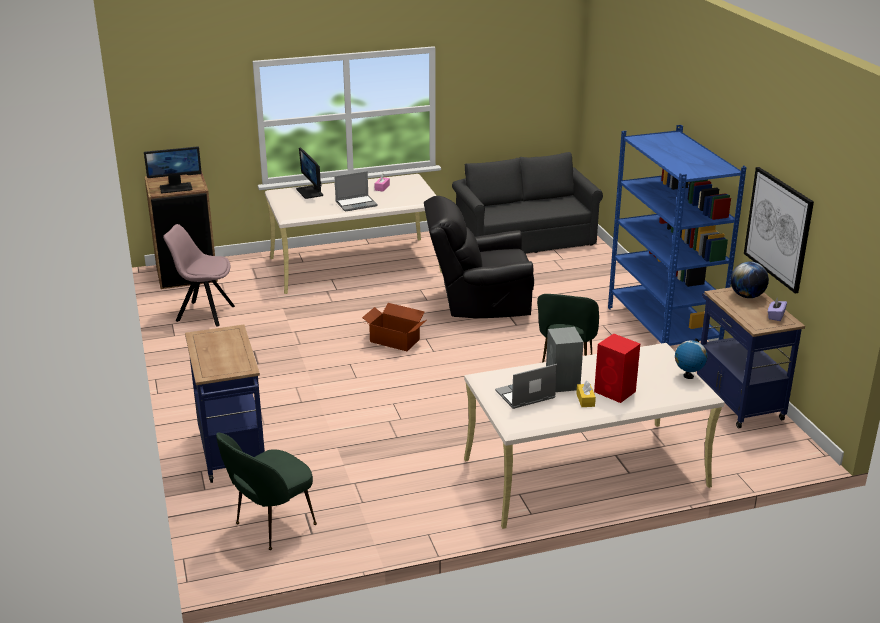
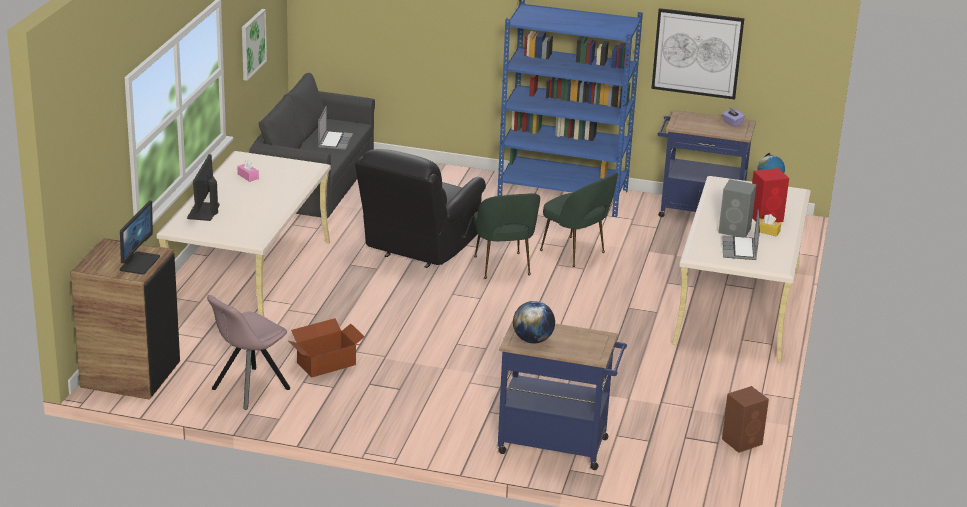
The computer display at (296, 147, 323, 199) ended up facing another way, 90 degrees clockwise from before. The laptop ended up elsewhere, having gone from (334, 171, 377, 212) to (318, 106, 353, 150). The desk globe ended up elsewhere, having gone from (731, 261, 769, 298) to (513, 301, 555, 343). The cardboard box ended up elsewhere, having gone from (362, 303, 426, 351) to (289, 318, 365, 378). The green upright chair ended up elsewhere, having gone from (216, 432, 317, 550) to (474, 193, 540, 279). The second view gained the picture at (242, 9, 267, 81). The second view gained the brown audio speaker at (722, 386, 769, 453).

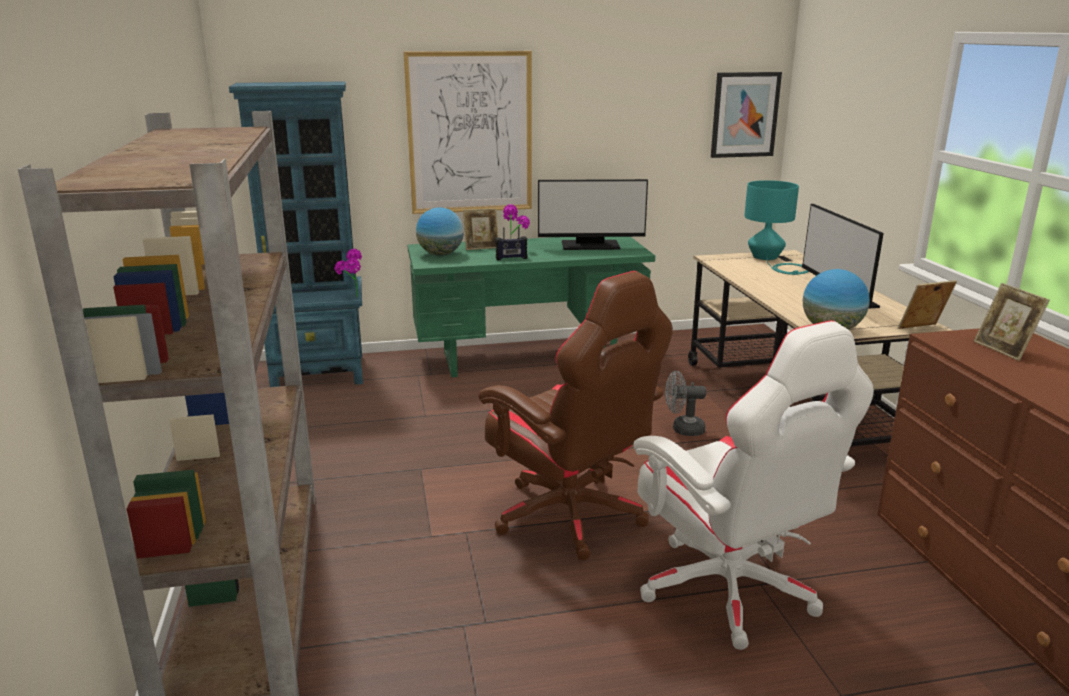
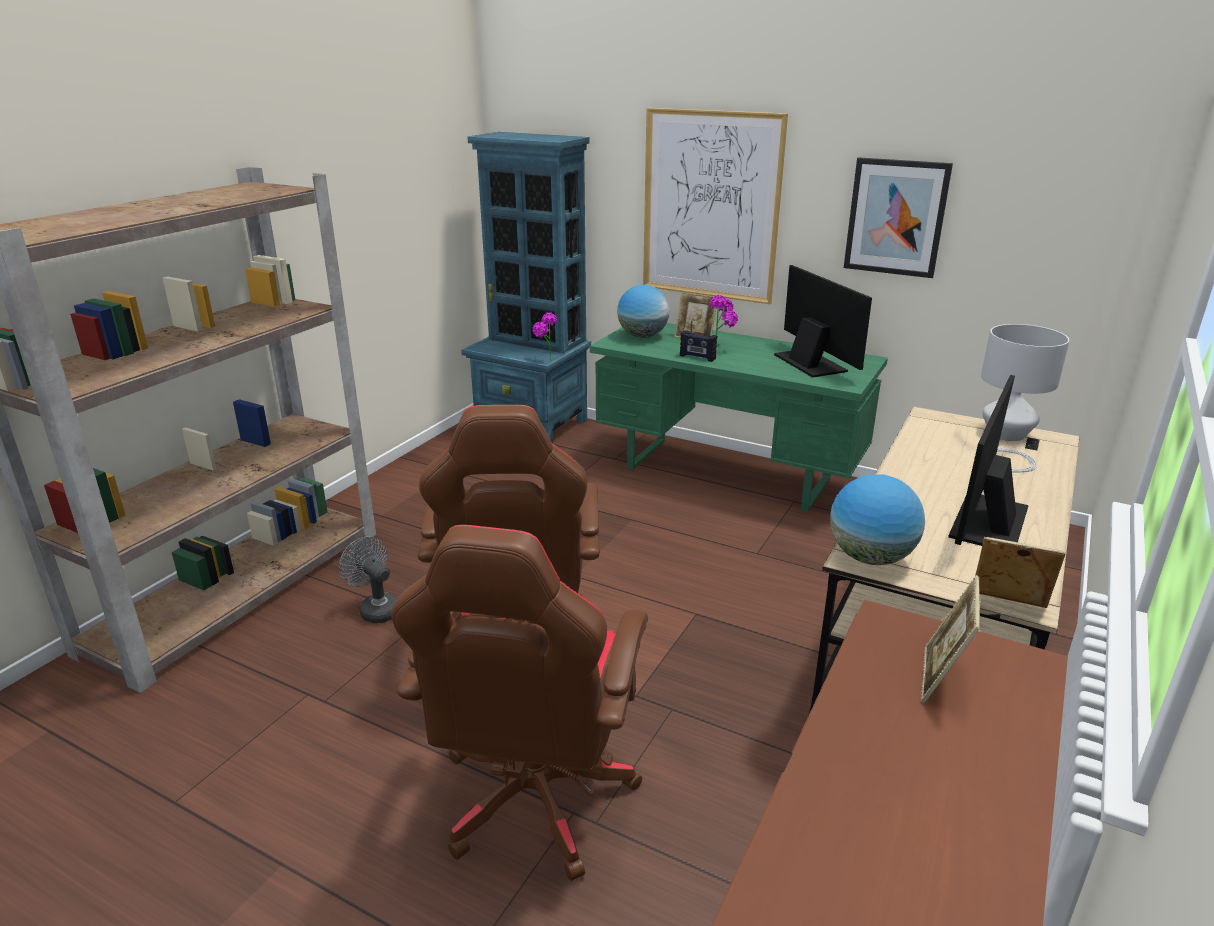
The picture ended up elsewhere, having gone from (711, 72, 782, 158) to (844, 157, 953, 278). The computer display at (538, 179, 648, 250) ended up facing another way, 150 degrees counterclockwise from before. What was the turquoise tabletop lamp at (744, 180, 809, 275) turned into the gray tabletop lamp at (981, 324, 1070, 472). What was the white-coloured computer chair at (633, 321, 874, 650) turned into the brown computer chair at (391, 525, 648, 881). The gray cooling fan ended up elsewhere, having gone from (665, 371, 706, 436) to (339, 536, 397, 623).

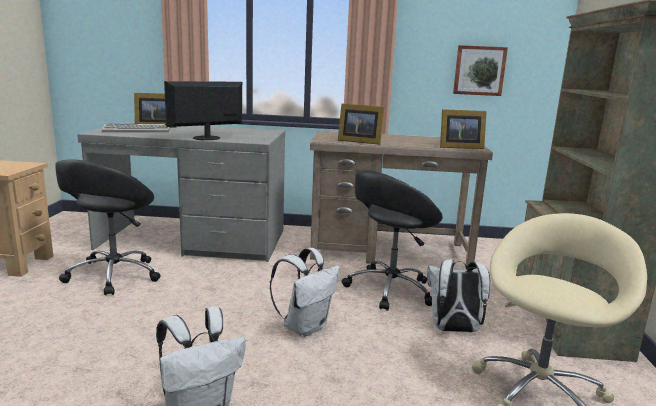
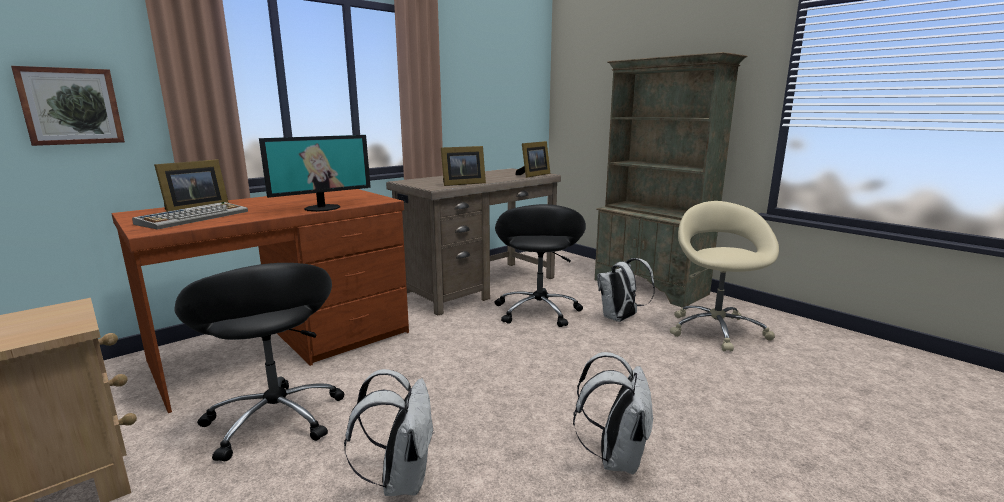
The picture ended up elsewhere, having gone from (453, 45, 508, 96) to (11, 66, 125, 146). The computer display at (164, 81, 242, 140) ended up facing another way, 135 degrees counterclockwise from before. What was the gray desk unit at (77, 122, 285, 262) turned into the brown desk unit at (112, 189, 409, 413). The white-coloured rucksack ended up elsewhere, having gone from (270, 248, 340, 337) to (344, 369, 435, 496).

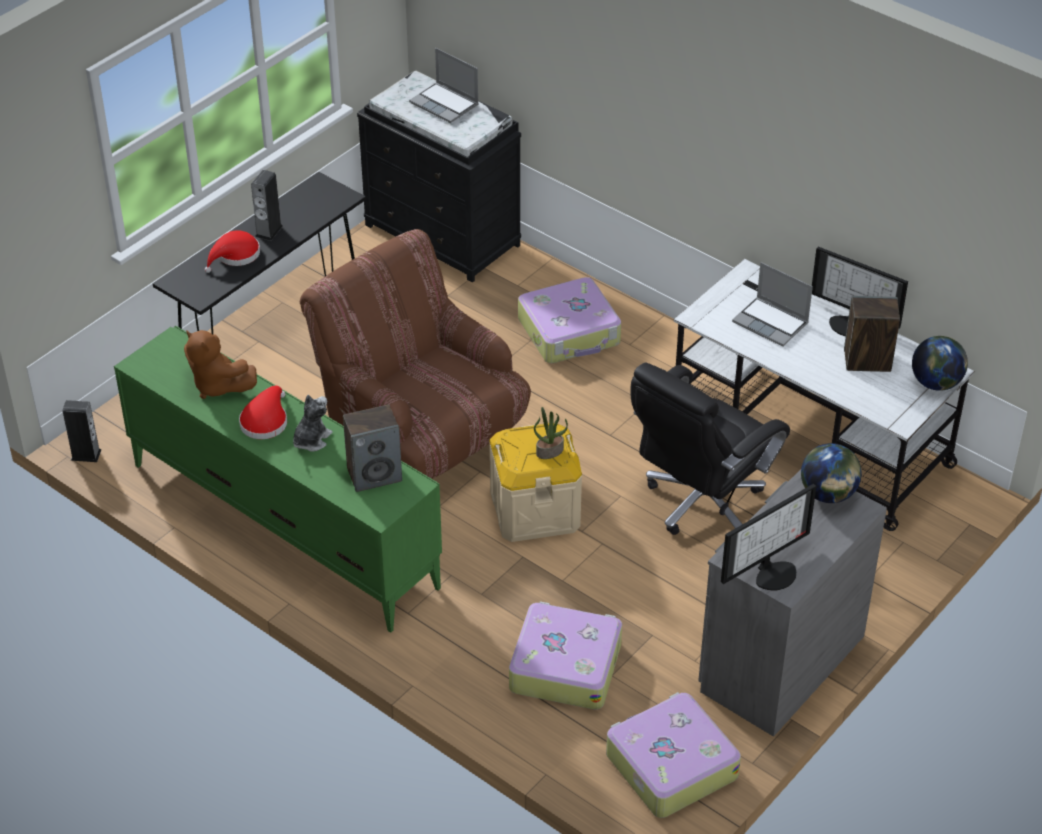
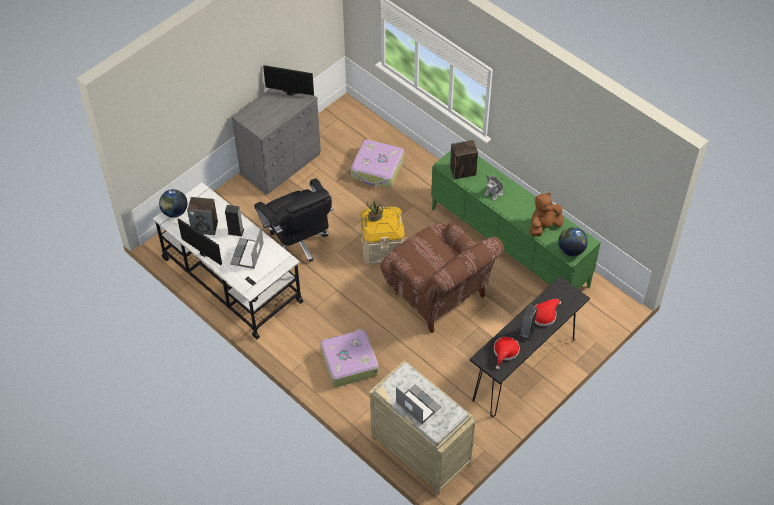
What was the black-coloured dresser at (357, 70, 521, 282) turned into the beige dresser at (369, 361, 476, 495). The laptop at (732, 262, 813, 347) ended up facing another way, 120 degrees counterclockwise from before. The brown plush toy at (184, 330, 257, 399) ended up facing another way, 75 degrees counterclockwise from before. The black-coloured computer chair at (630, 363, 790, 535) ended up facing another way, 105 degrees clockwise from before. The reddish clothing hat ended up elsewhere, having gone from (239, 386, 287, 439) to (494, 337, 520, 369). The audio speaker ended up elsewhere, having gone from (63, 400, 101, 462) to (225, 205, 244, 237). The desk globe ended up elsewhere, having gone from (801, 443, 862, 503) to (558, 227, 588, 256). The computer display at (721, 484, 816, 591) ended up facing another way, 45 degrees clockwise from before. The second view lost the travel case at (606, 692, 741, 818).

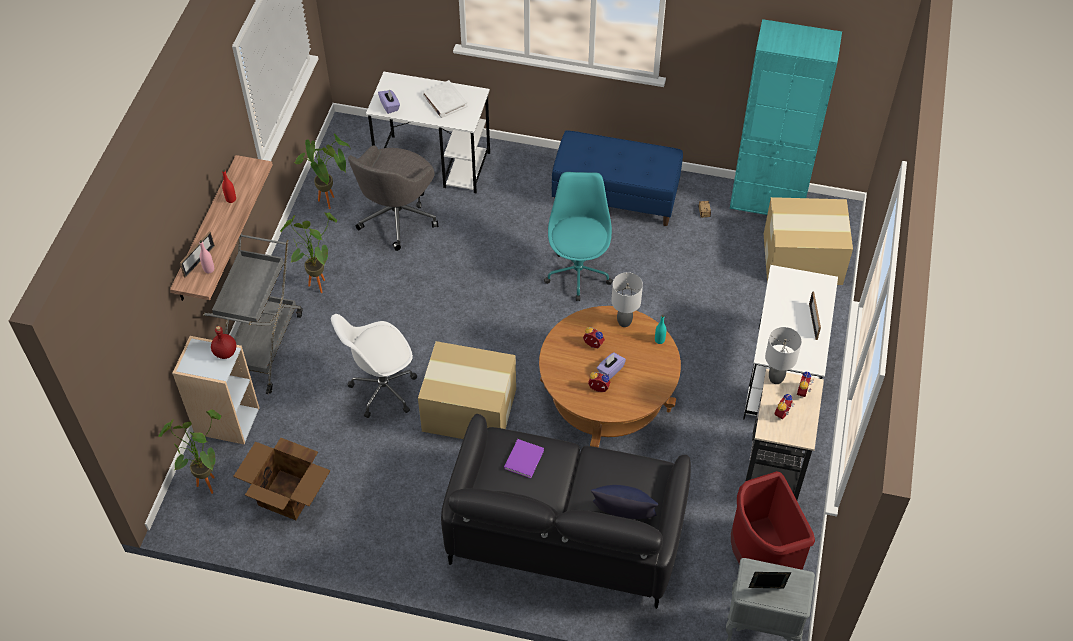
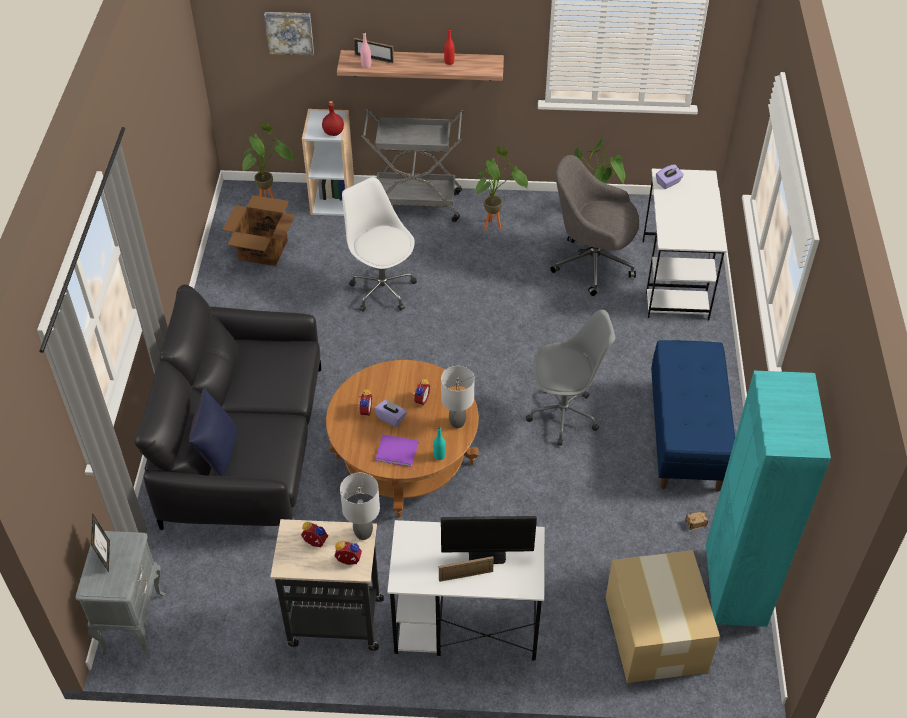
The second view lost the white-coloured bound book at (423, 80, 468, 118). What was the turquoise computer chair at (544, 172, 613, 301) turned into the gray computer chair at (526, 310, 615, 446). The second view lost the cardboard box at (418, 341, 516, 439). The purplish bound book ended up elsewhere, having gone from (504, 439, 544, 478) to (375, 434, 419, 467). The second view lost the reddish trash can at (731, 471, 815, 570). The second view gained the picture at (264, 12, 314, 56). The second view gained the computer display at (441, 516, 537, 564).

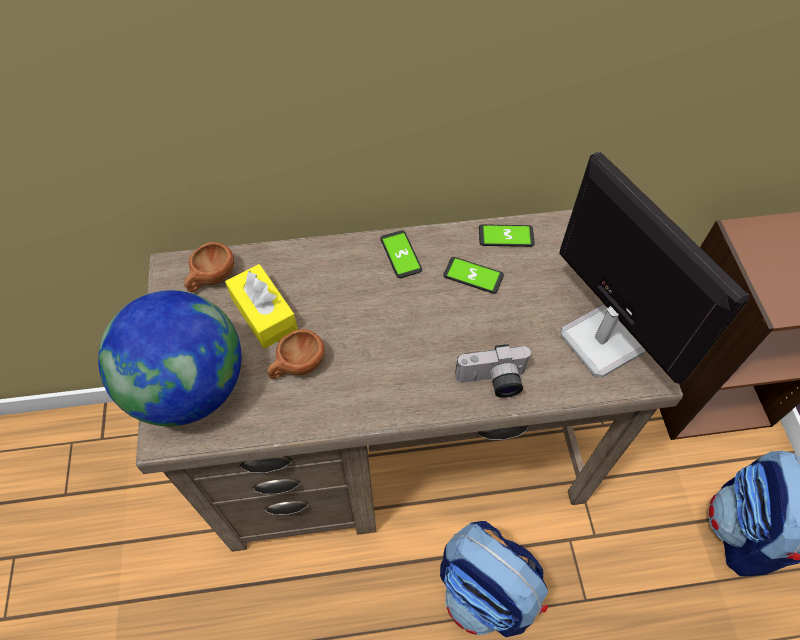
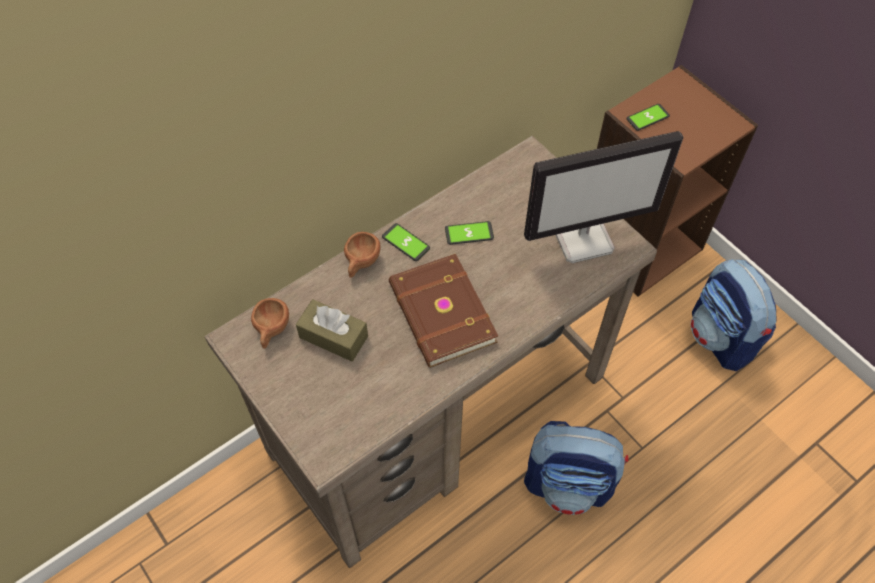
The computer display at (559, 152, 749, 384) ended up facing another way, 135 degrees clockwise from before. The handset ended up elsewhere, having gone from (479, 224, 535, 247) to (626, 104, 670, 131). What was the yellow-coloured box of tissues at (225, 264, 298, 349) turned into the brown box of tissues at (296, 299, 368, 361). The second view lost the desk globe at (98, 290, 241, 426). The brown small cup ended up elsewhere, having gone from (267, 329, 325, 379) to (344, 232, 381, 278). The second view lost the still camera at (455, 344, 532, 398). The second view gained the brown bound book at (389, 254, 498, 368).

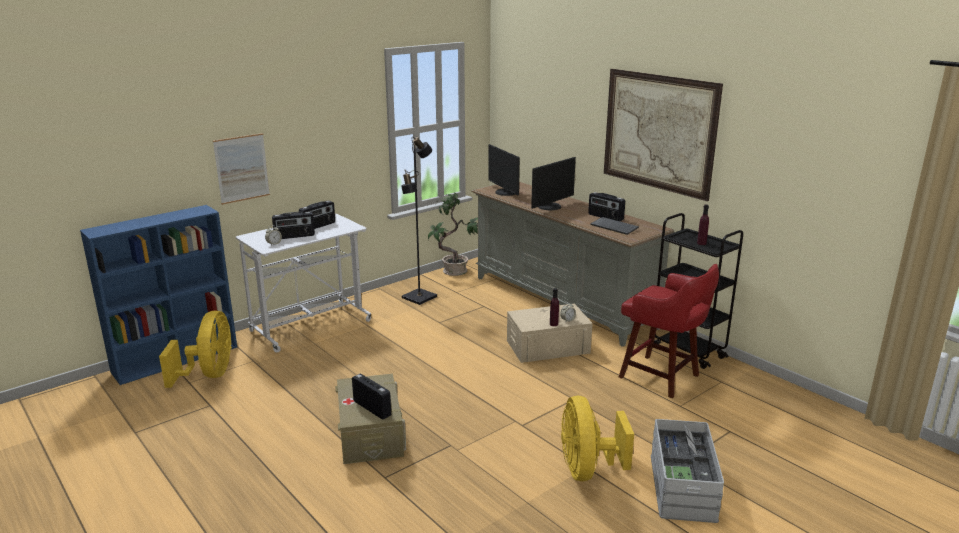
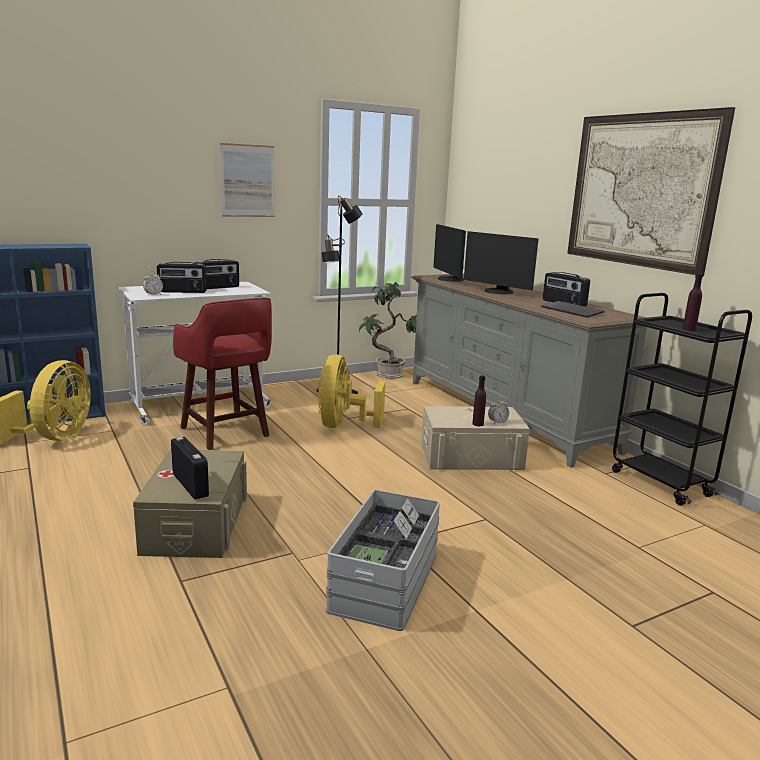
The picture ended up elsewhere, having gone from (213, 133, 270, 205) to (220, 143, 275, 217). The computer display at (531, 157, 576, 210) ended up facing another way, 75 degrees clockwise from before. The reddish stool seat ended up elsewhere, having gone from (619, 264, 719, 398) to (173, 298, 272, 450). The yellow-coloured cooling fan ended up elsewhere, having gone from (561, 396, 634, 481) to (318, 354, 386, 428). The gray storage bin ended up elsewhere, having gone from (651, 419, 724, 523) to (326, 490, 440, 631).

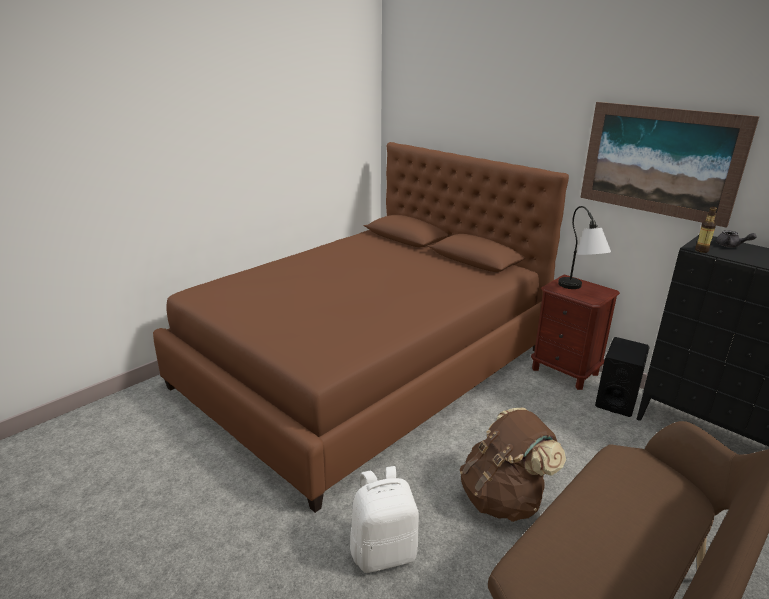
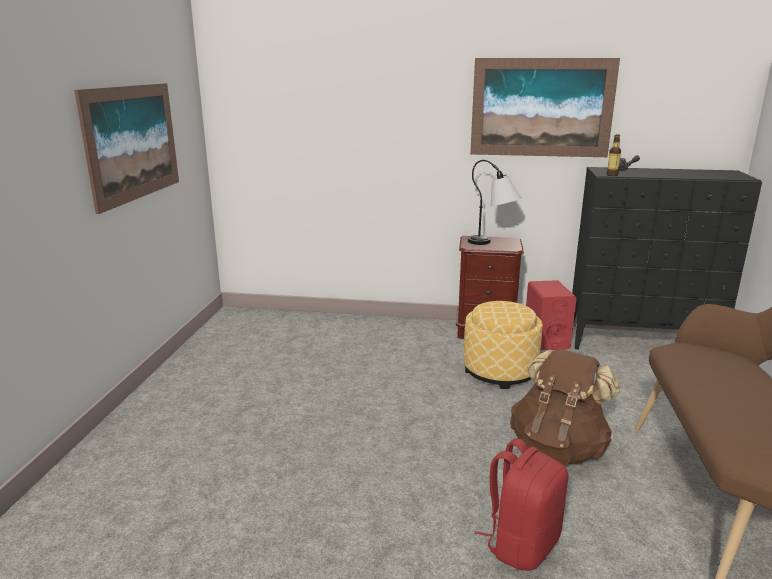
The second view lost the brown sleeping bed at (153, 142, 569, 513). What was the black-coloured audio speaker at (595, 337, 650, 417) turned into the reddish audio speaker at (526, 280, 577, 350). What was the white-coloured rucksack at (350, 466, 419, 573) turned into the reddish rucksack at (475, 438, 568, 571). The second view gained the picture at (74, 83, 179, 214). The second view gained the ottoman at (464, 301, 543, 389).

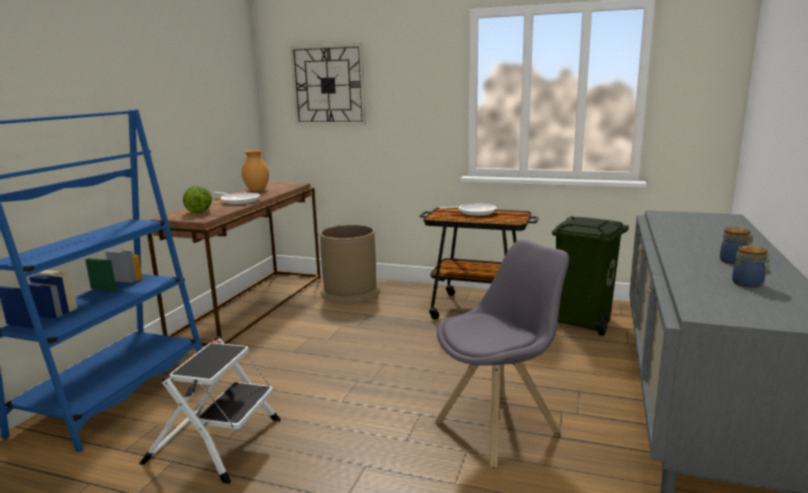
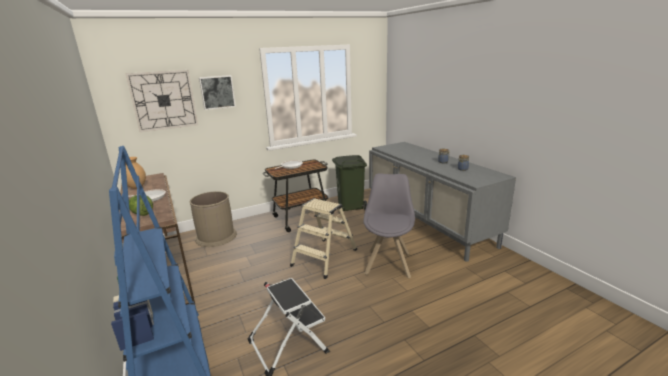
The second view gained the picture at (199, 75, 236, 110). The second view gained the beige step stool at (290, 198, 357, 279).

